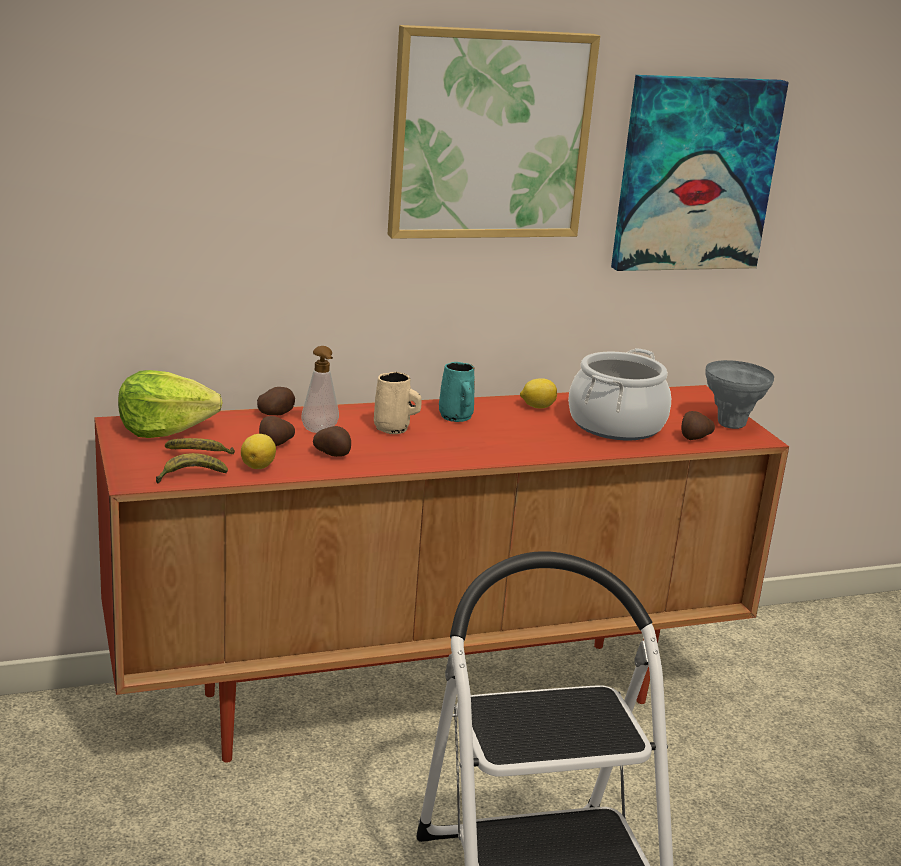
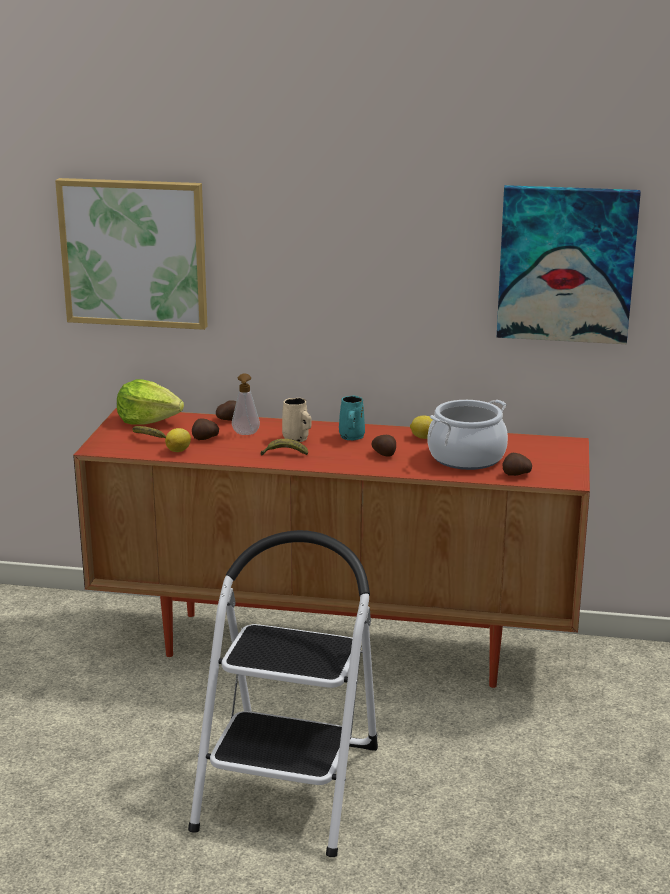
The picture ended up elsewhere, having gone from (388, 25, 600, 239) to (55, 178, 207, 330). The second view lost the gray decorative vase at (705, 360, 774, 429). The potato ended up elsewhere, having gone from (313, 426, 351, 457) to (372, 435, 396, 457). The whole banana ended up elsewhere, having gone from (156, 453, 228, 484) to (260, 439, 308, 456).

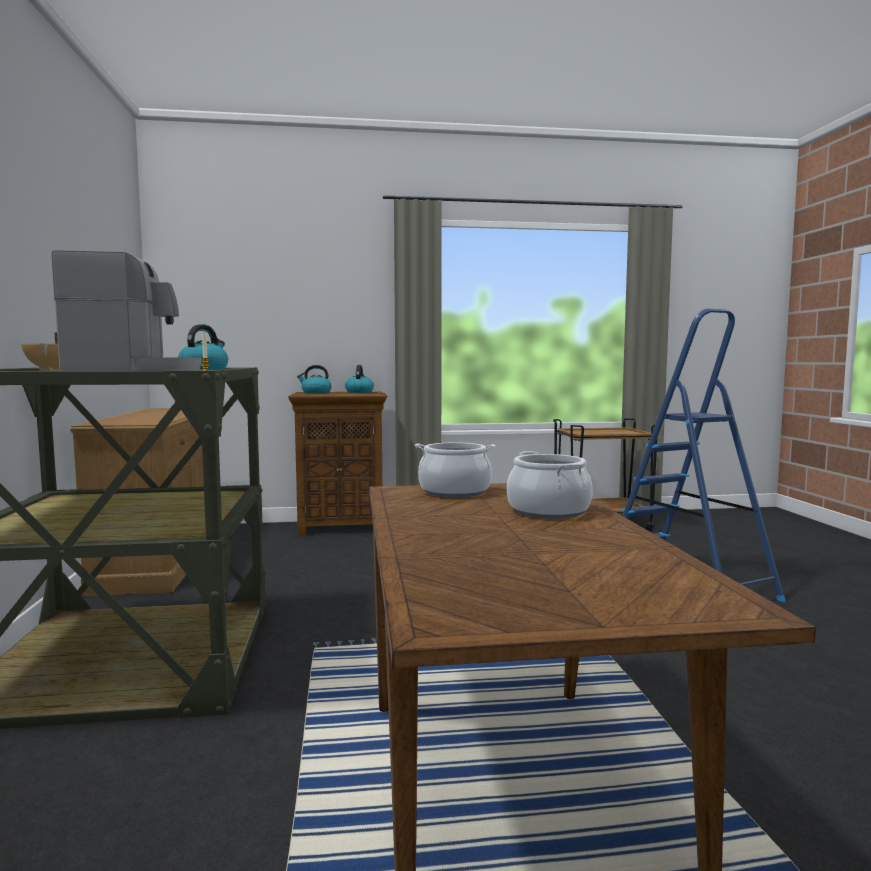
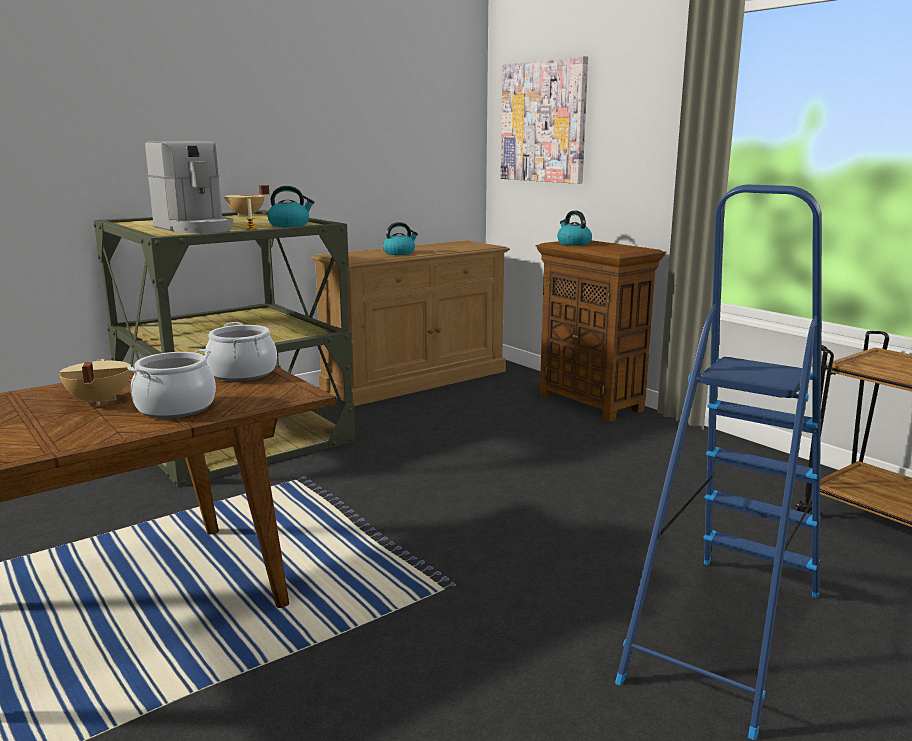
The tea kettle ended up elsewhere, having gone from (345, 365, 374, 393) to (383, 222, 418, 255). The second view gained the picture at (501, 56, 588, 184). The second view gained the beige stockpot at (59, 359, 131, 406).

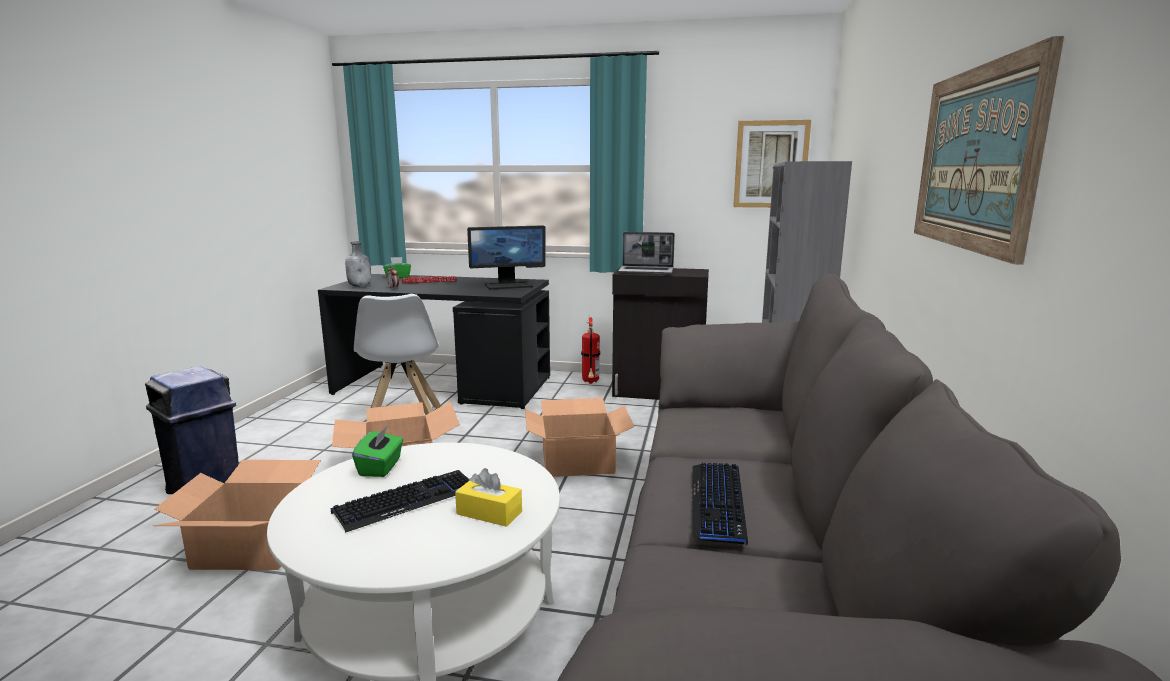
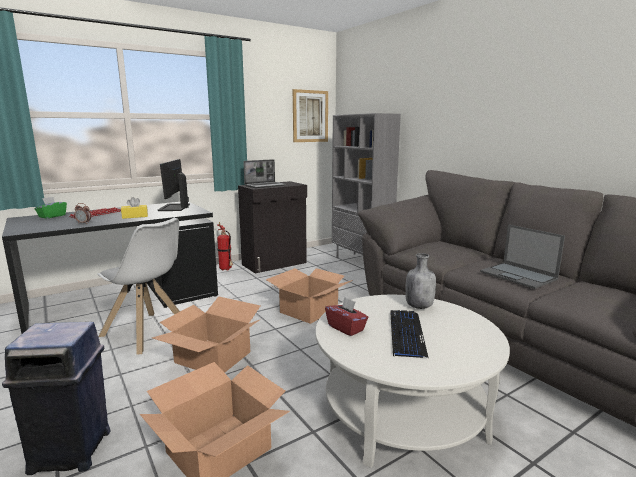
The second view lost the picture at (914, 36, 1064, 265). The computer display at (467, 225, 546, 290) ended up facing another way, 150 degrees clockwise from before. The gray beverage bottle ended up elsewhere, having gone from (345, 241, 371, 287) to (405, 253, 436, 309). What was the green box of tissues at (352, 426, 403, 477) turned into the reddish box of tissues at (325, 297, 368, 336). Where the computer keyboard stood at (693, 463, 748, 545), the laptop came to stand at (480, 224, 565, 289). The yellow-coloured box of tissues ended up elsewhere, having gone from (455, 468, 522, 527) to (121, 197, 148, 219).

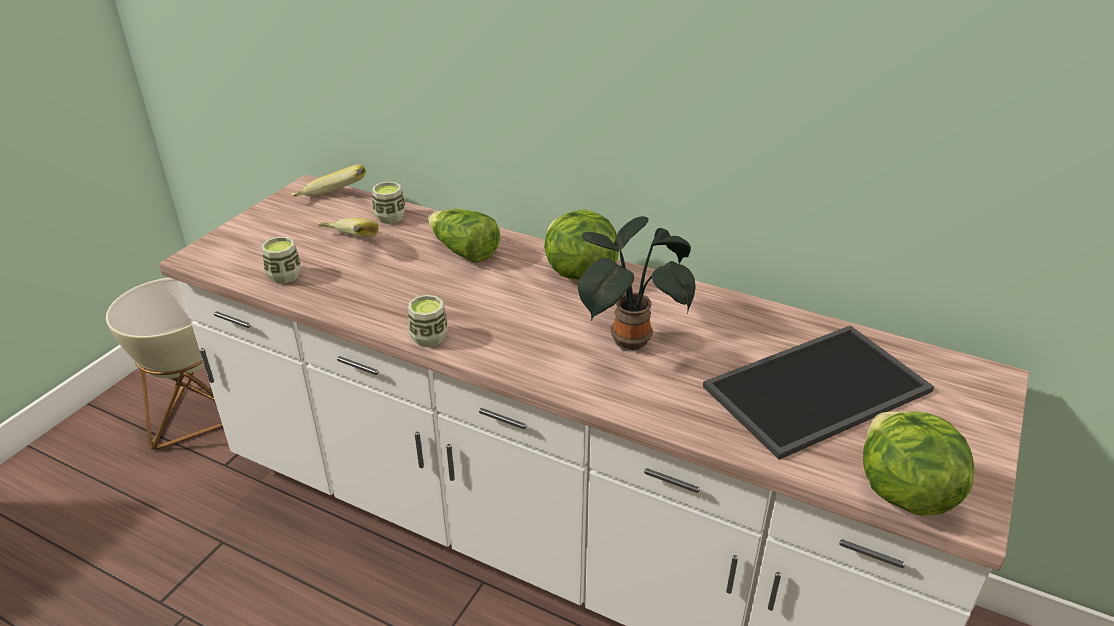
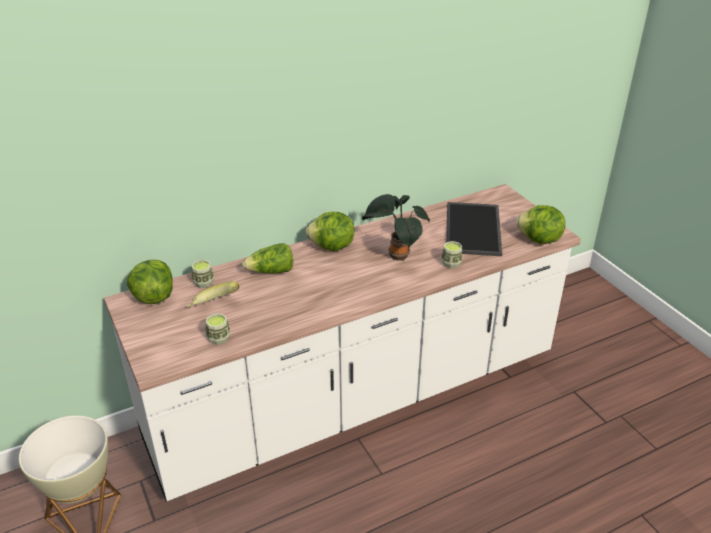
Where the whole banana stood at (291, 164, 366, 197), the lettuce came to stand at (127, 260, 173, 304). The small cup ended up elsewhere, having gone from (408, 295, 448, 347) to (441, 241, 462, 268).

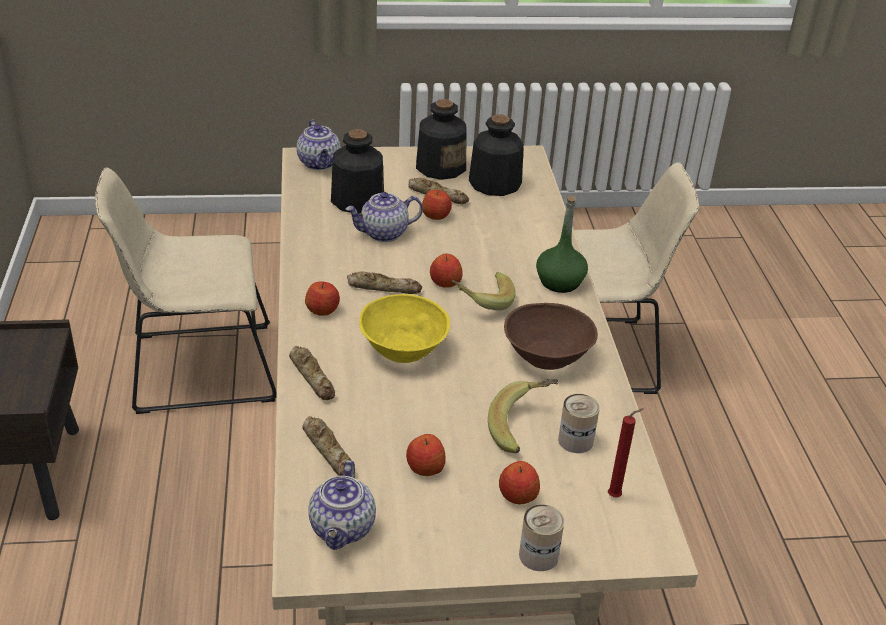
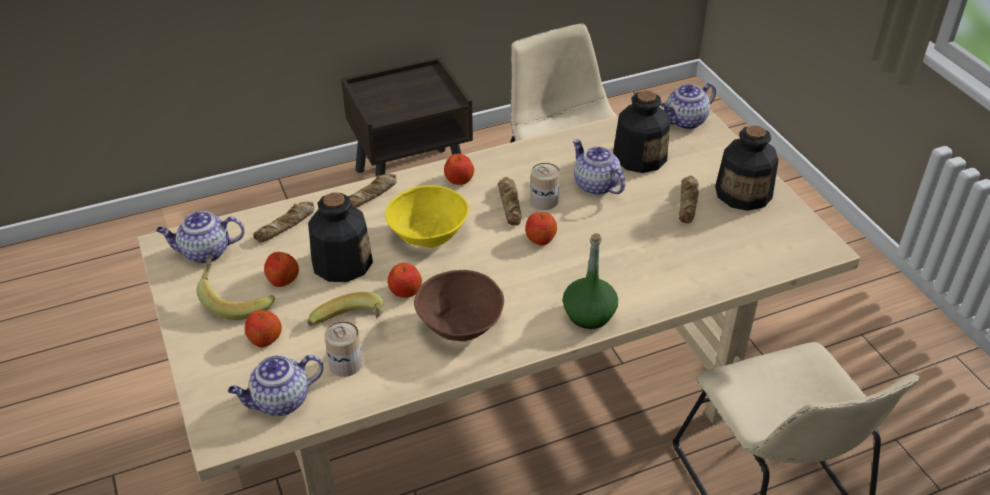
The beverage bottle ended up elsewhere, having gone from (469, 114, 524, 196) to (308, 193, 373, 282). The whole apple ended up elsewhere, having gone from (422, 190, 452, 220) to (388, 263, 422, 298). The whole banana ended up elsewhere, having gone from (451, 272, 516, 310) to (197, 255, 275, 320). Where the reddish wax light stood at (608, 408, 643, 498), the pot for tea came to stand at (228, 355, 324, 416). The can ended up elsewhere, having gone from (519, 505, 565, 571) to (530, 163, 560, 210).

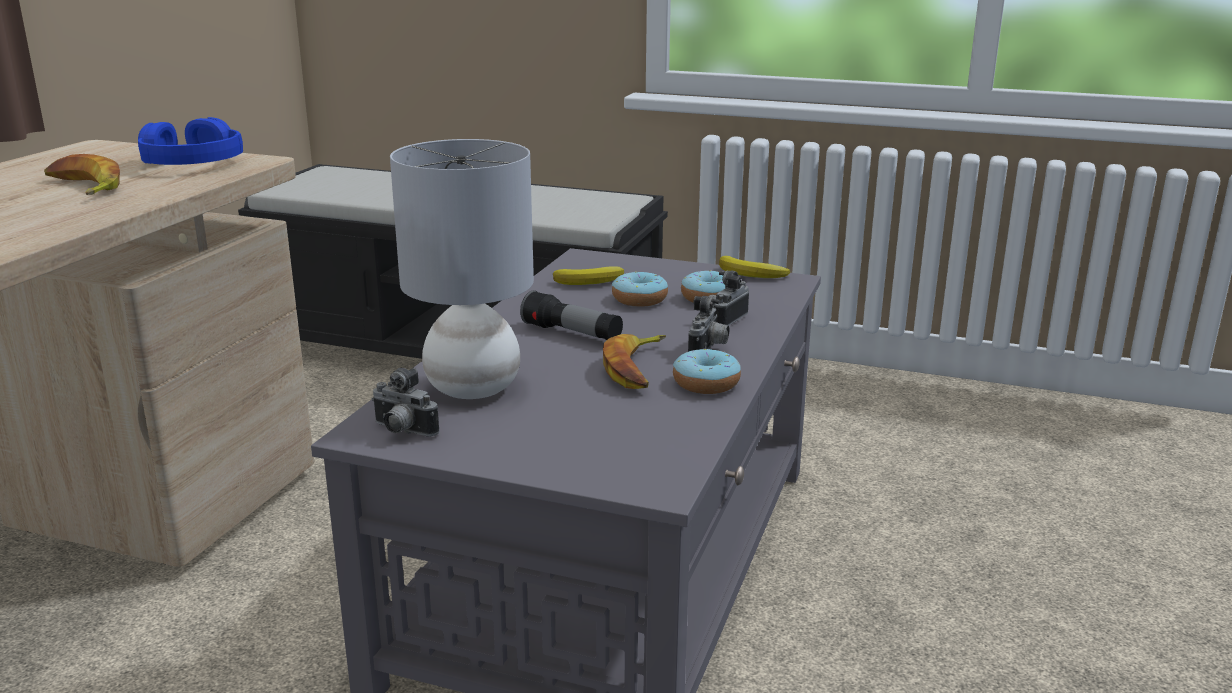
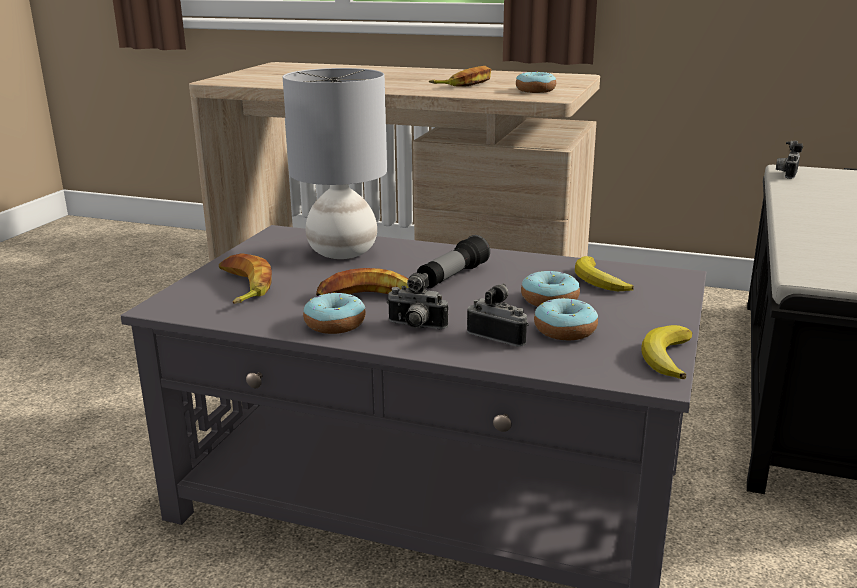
Where the blue headset stood at (138, 117, 243, 165), the donut came to stand at (516, 71, 556, 93). The still camera ended up elsewhere, having gone from (372, 368, 440, 437) to (776, 141, 803, 179). The second view gained the whole banana at (219, 253, 272, 304).

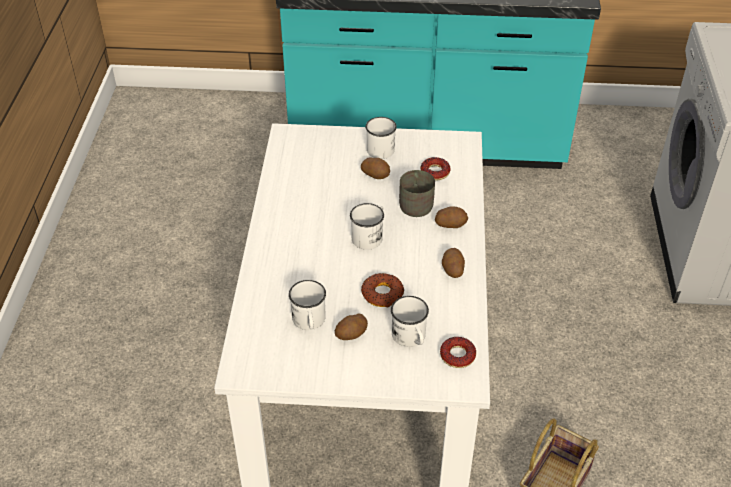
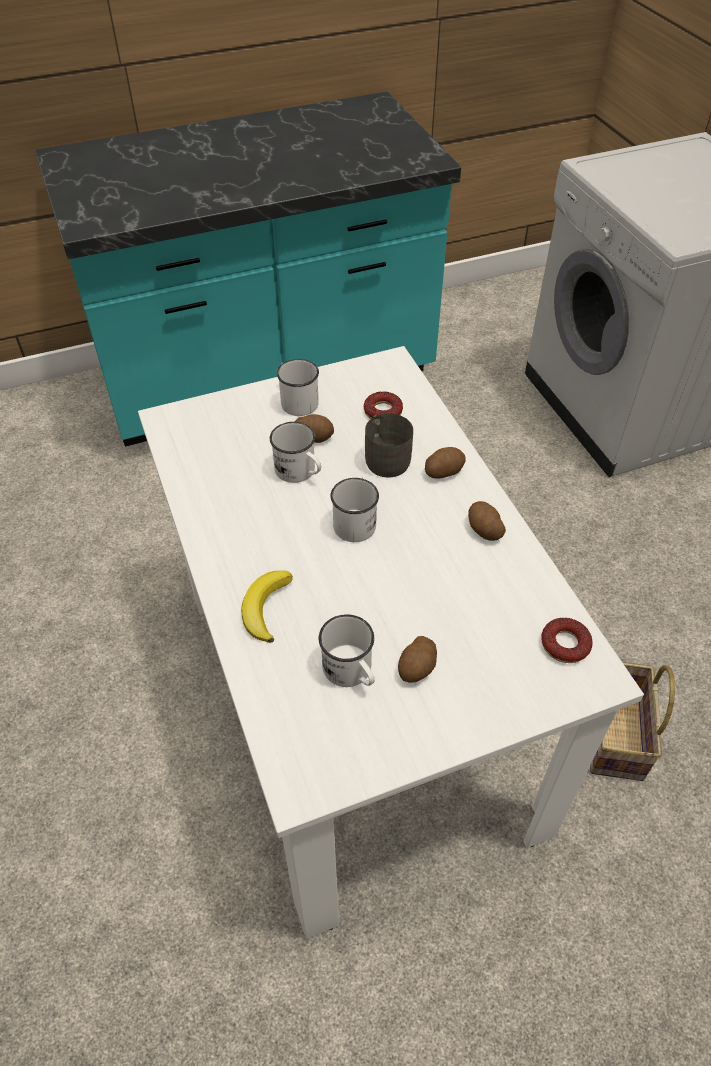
The second view lost the donut at (361, 273, 404, 308). The white-coloured coffee mug ended up elsewhere, having gone from (391, 296, 429, 347) to (270, 422, 321, 483). The second view gained the whole banana at (241, 570, 293, 643).

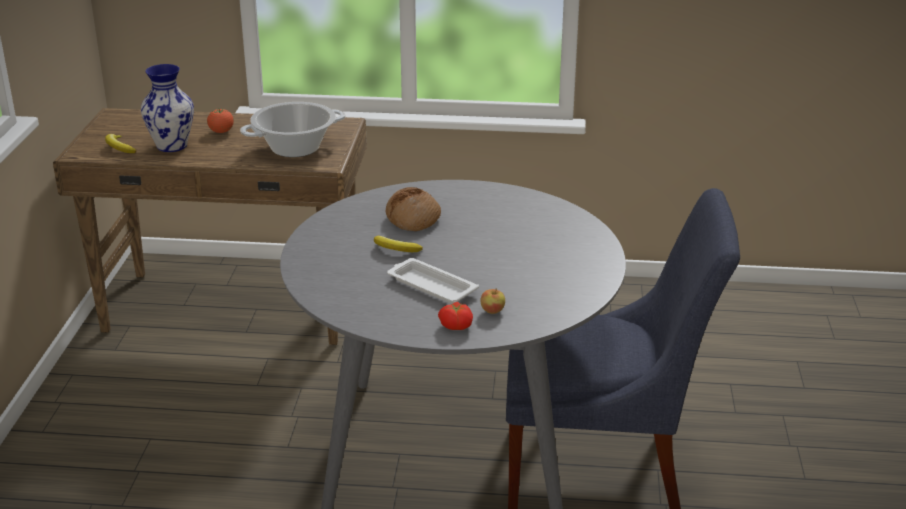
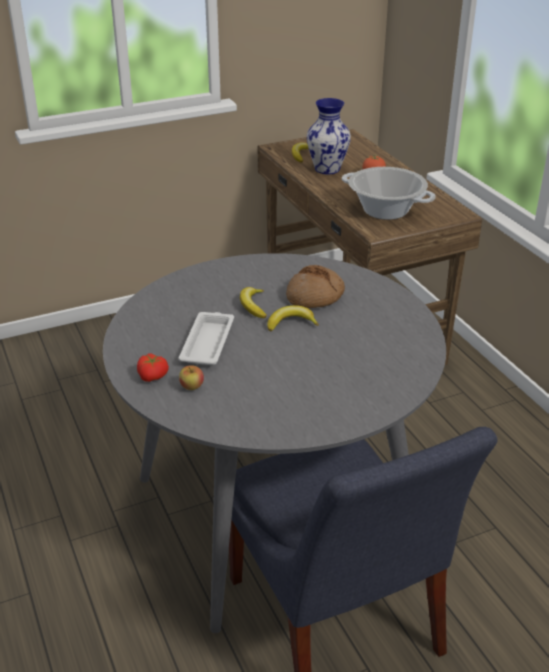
The second view gained the whole banana at (267, 305, 319, 332).

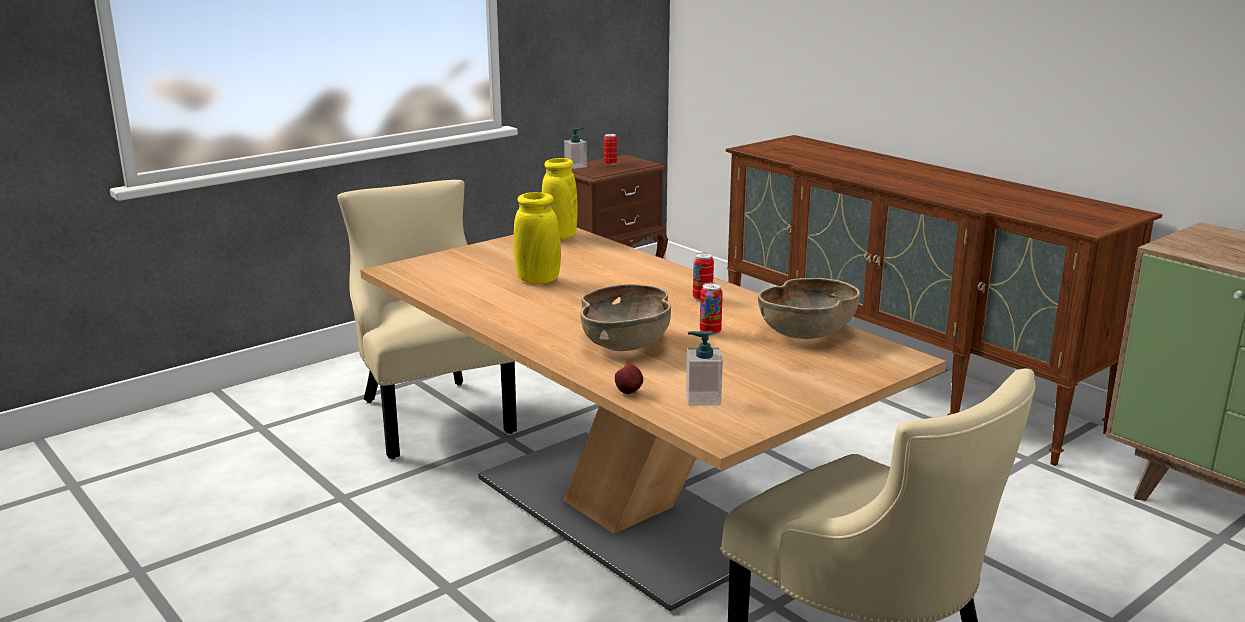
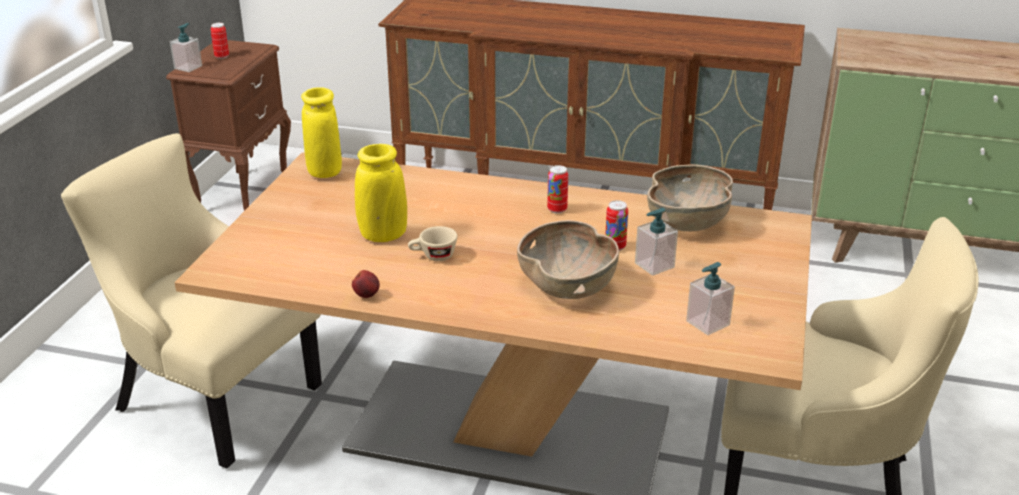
The whole apple ended up elsewhere, having gone from (615, 364, 643, 394) to (352, 270, 380, 298). The second view gained the liquid soap bottle at (635, 208, 678, 276). The second view gained the beige small cup at (408, 226, 457, 261).

